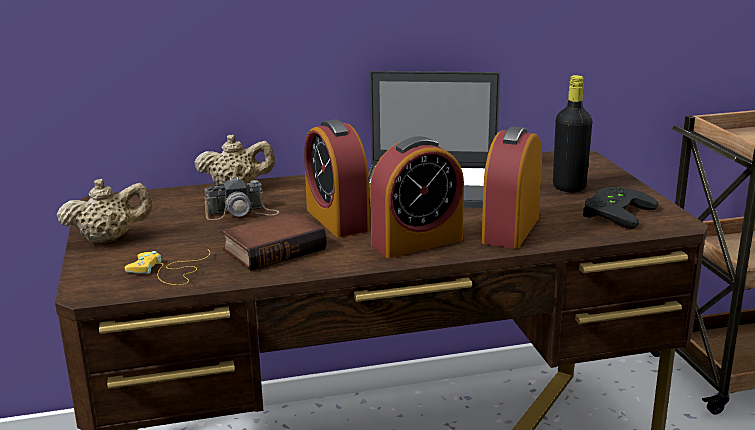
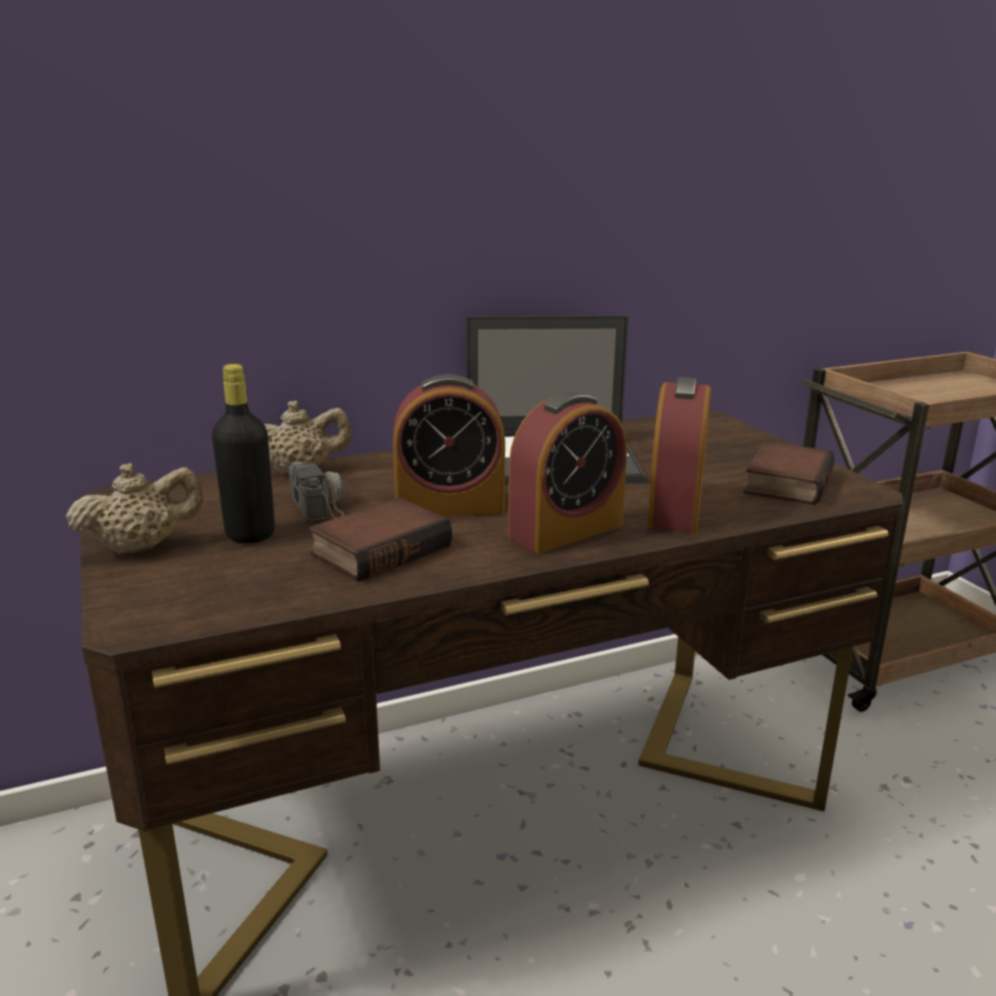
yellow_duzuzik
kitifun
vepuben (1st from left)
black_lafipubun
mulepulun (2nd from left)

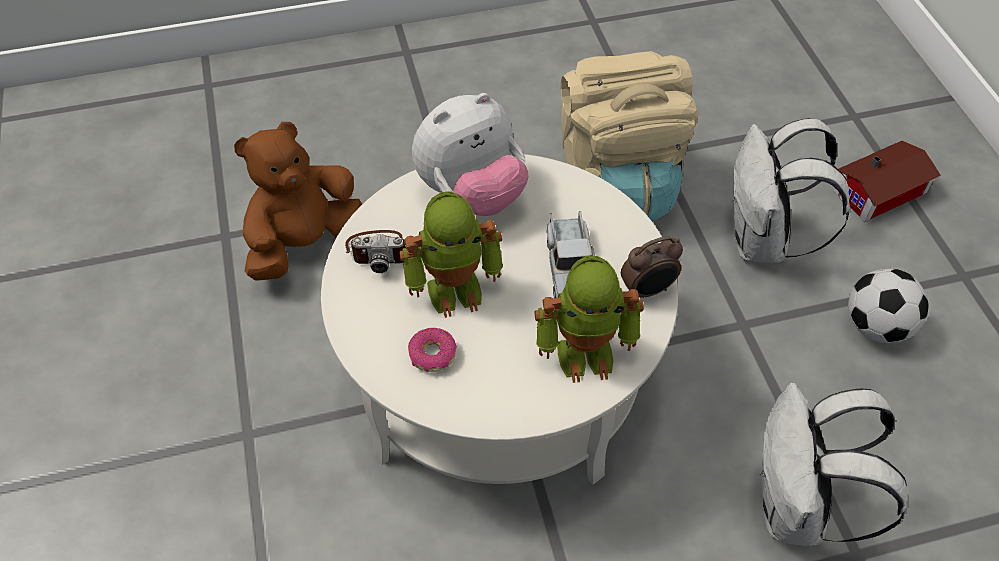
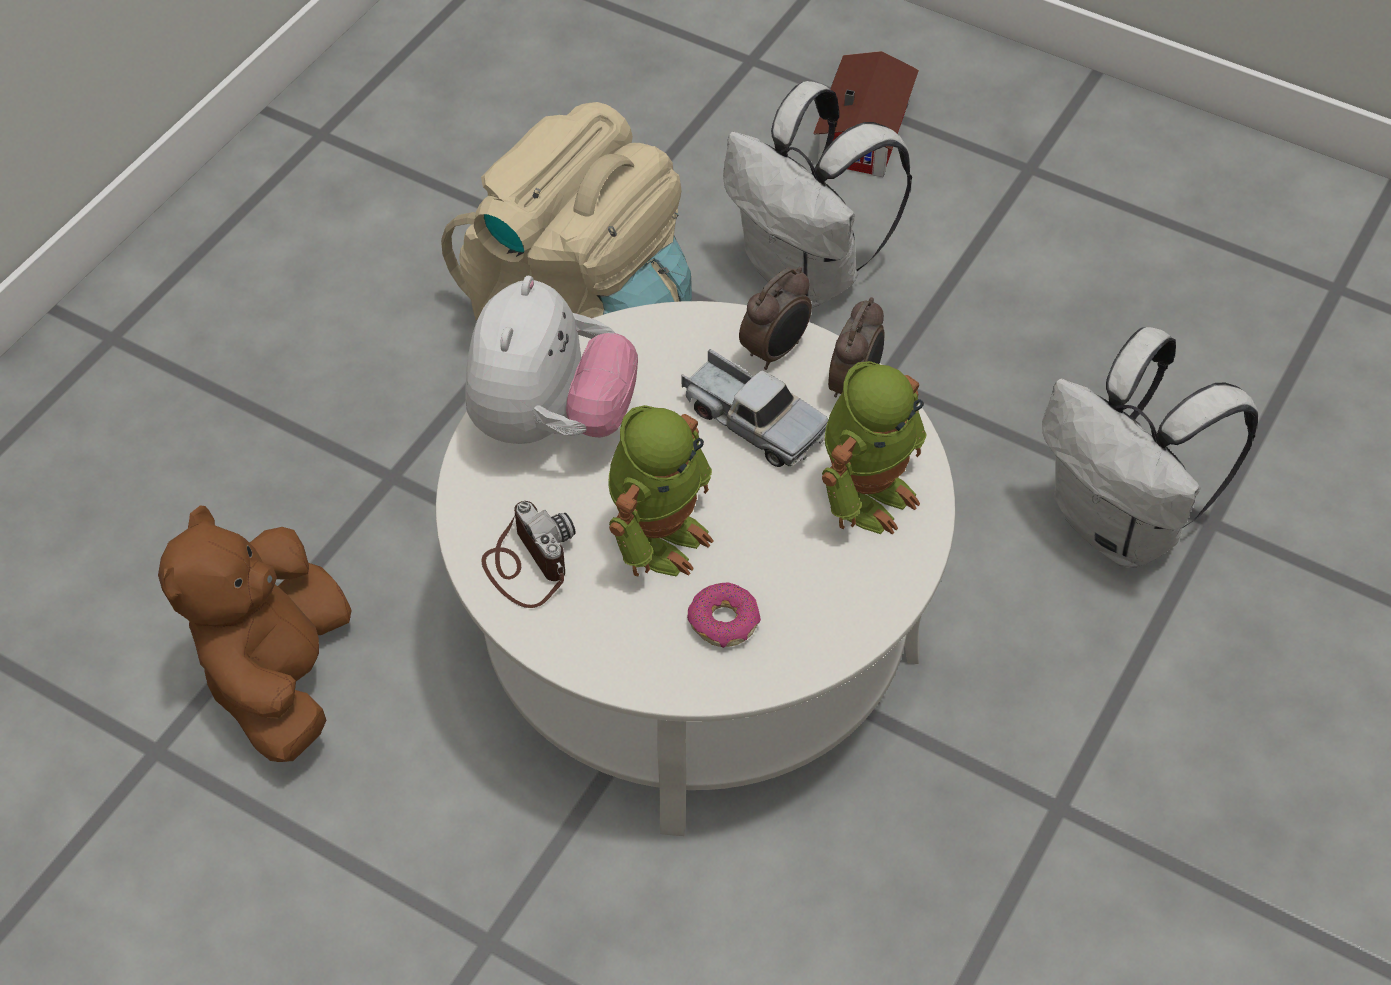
kitifun
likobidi
vepuben (1st from left)

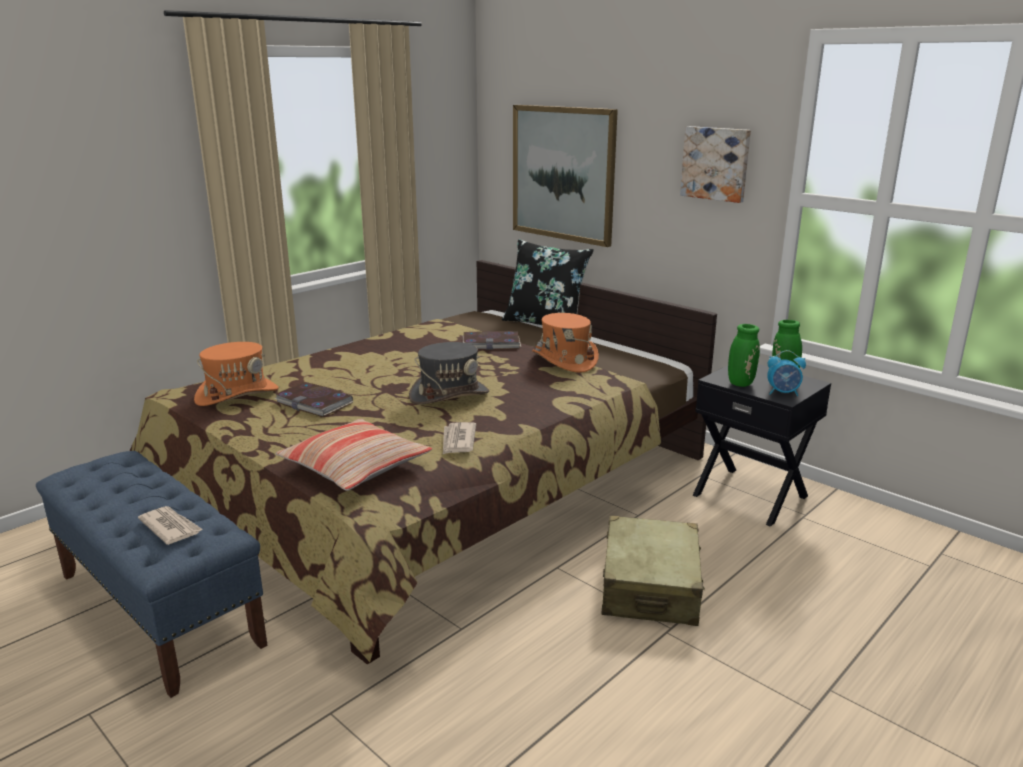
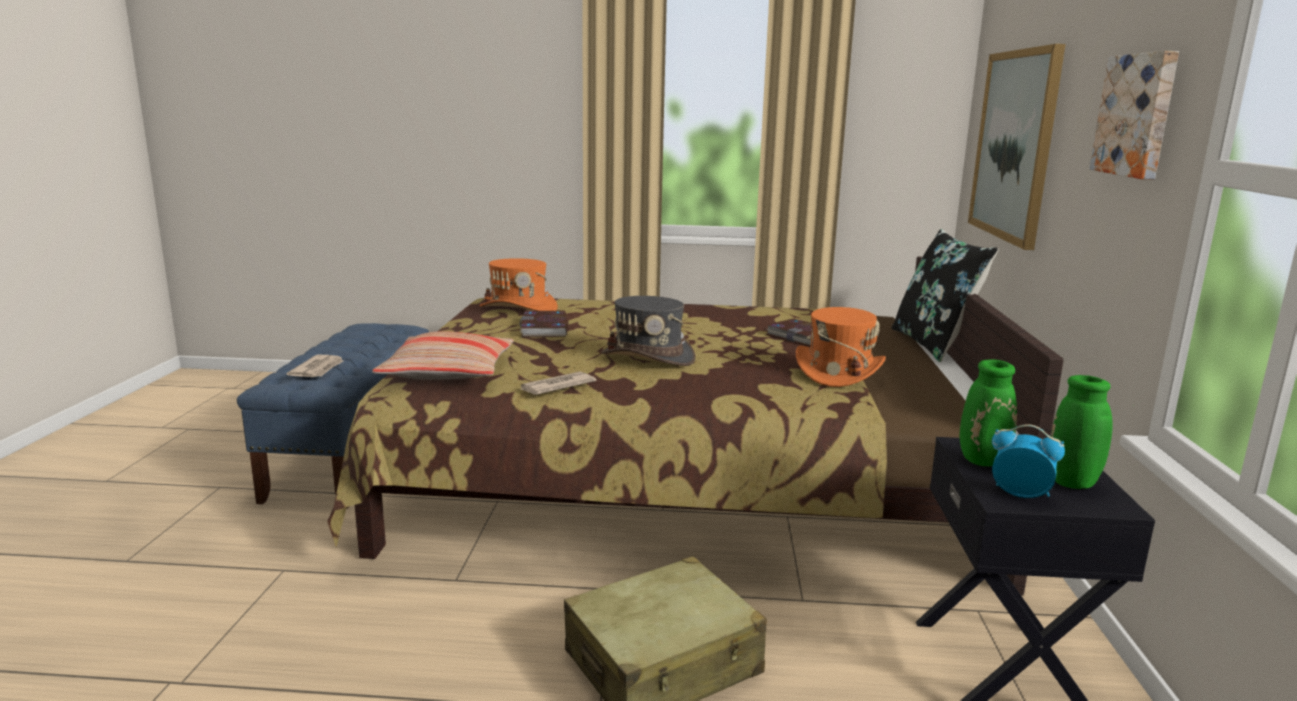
vepuben

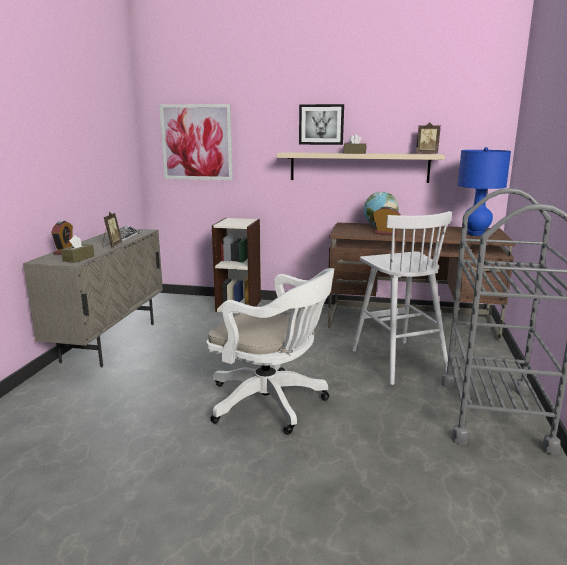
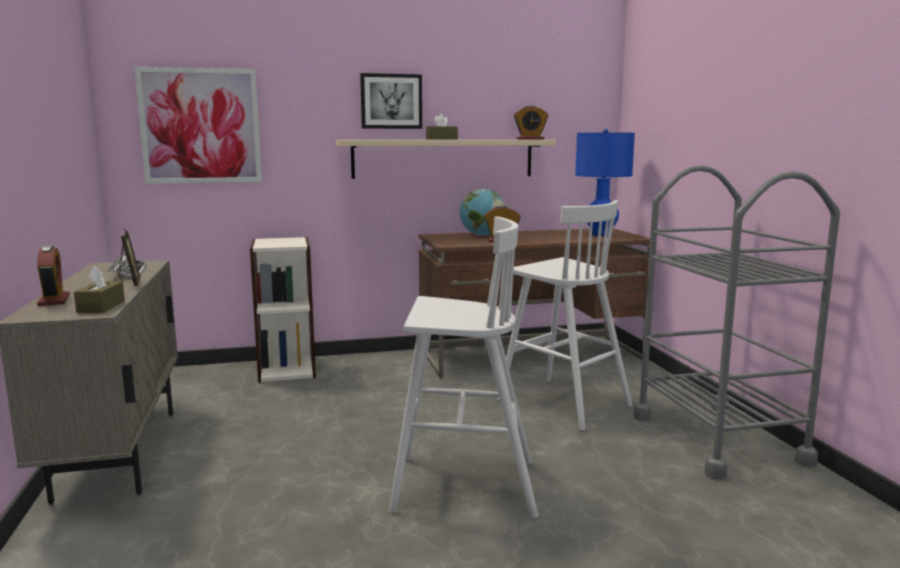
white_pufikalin (1st from left)
vepuben (3rd from left)

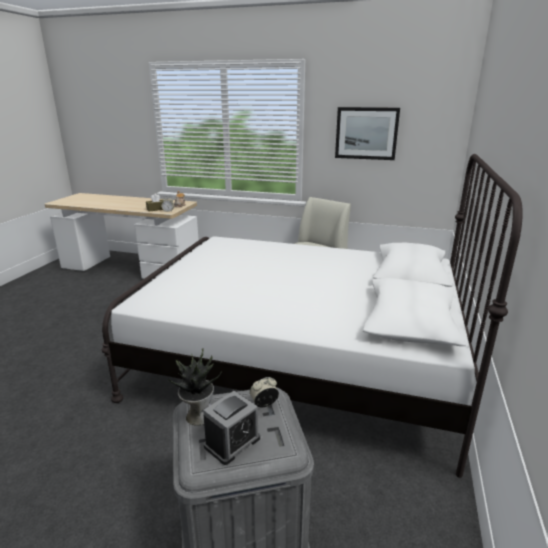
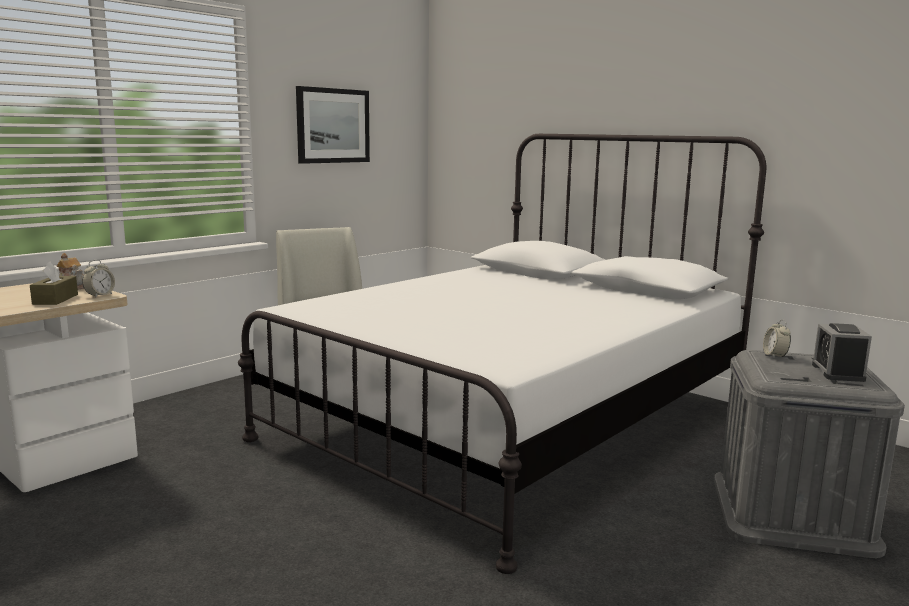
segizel
vepuben (3rd from left)

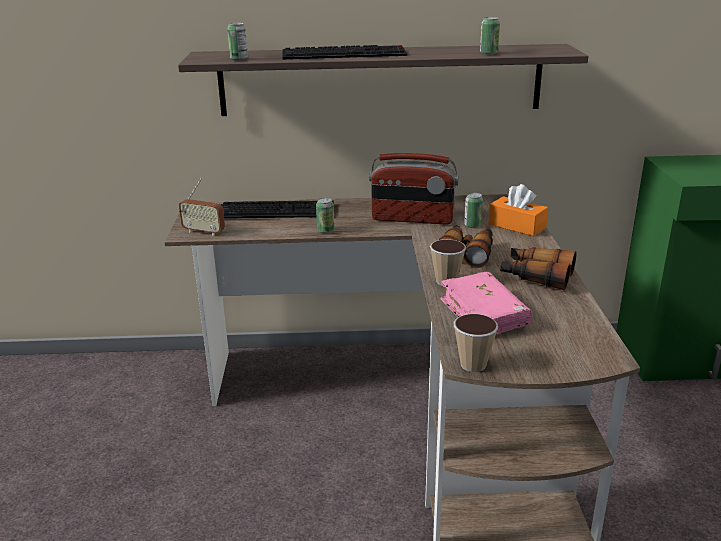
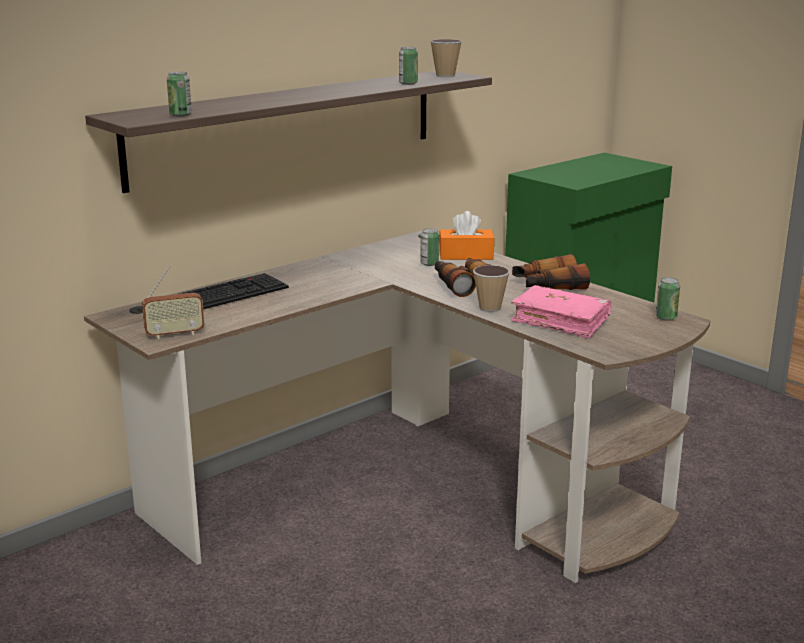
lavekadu (2nd from left in the first image)
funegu (4th from left)
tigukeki (2nd from left in the first image)
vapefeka (1st from left)

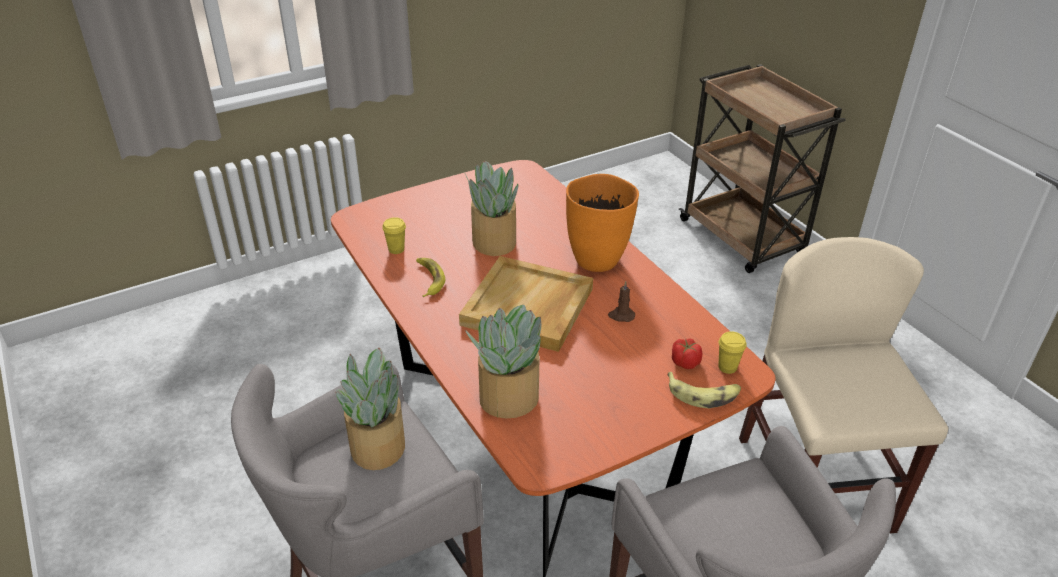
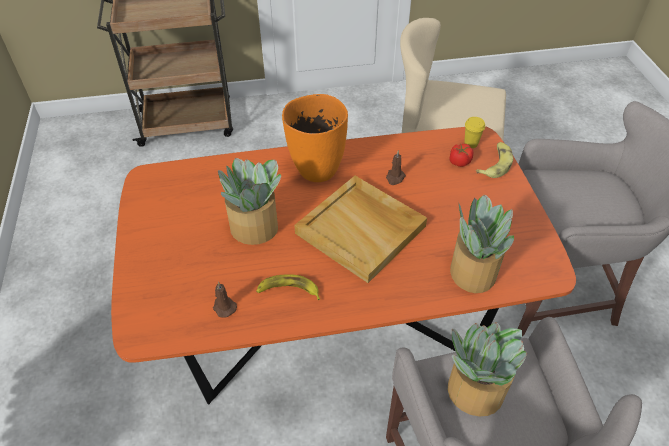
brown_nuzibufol (1st from left)

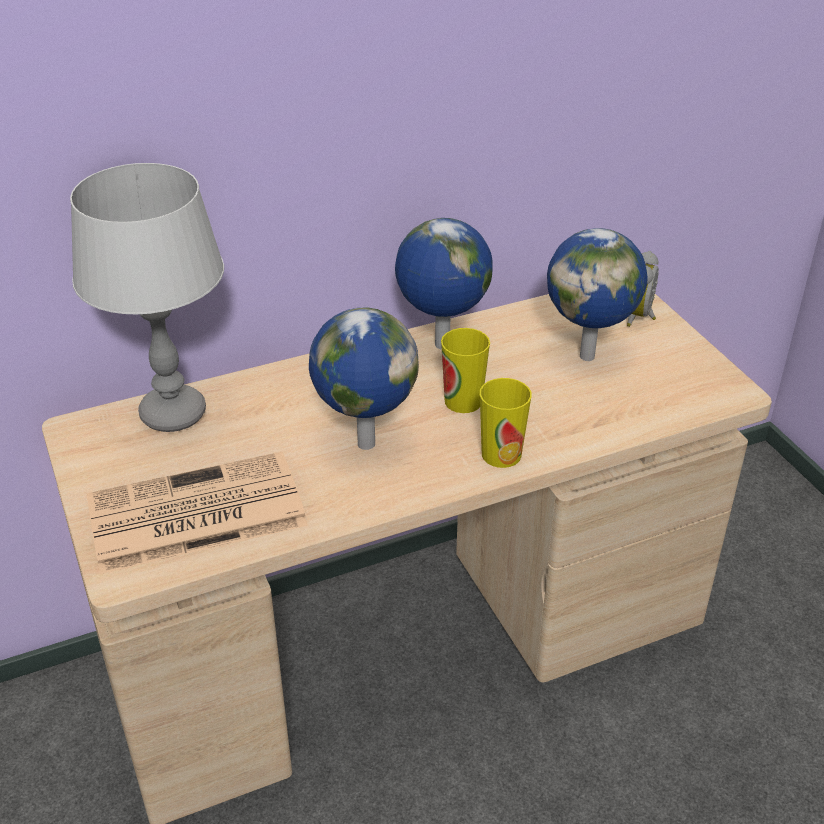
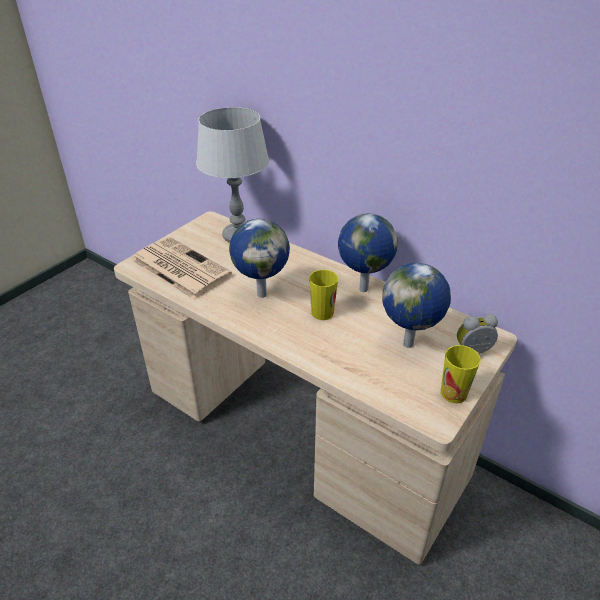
vapefeka (2nd from left)

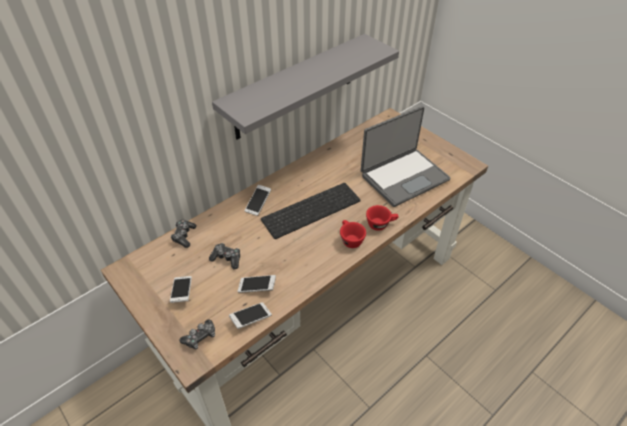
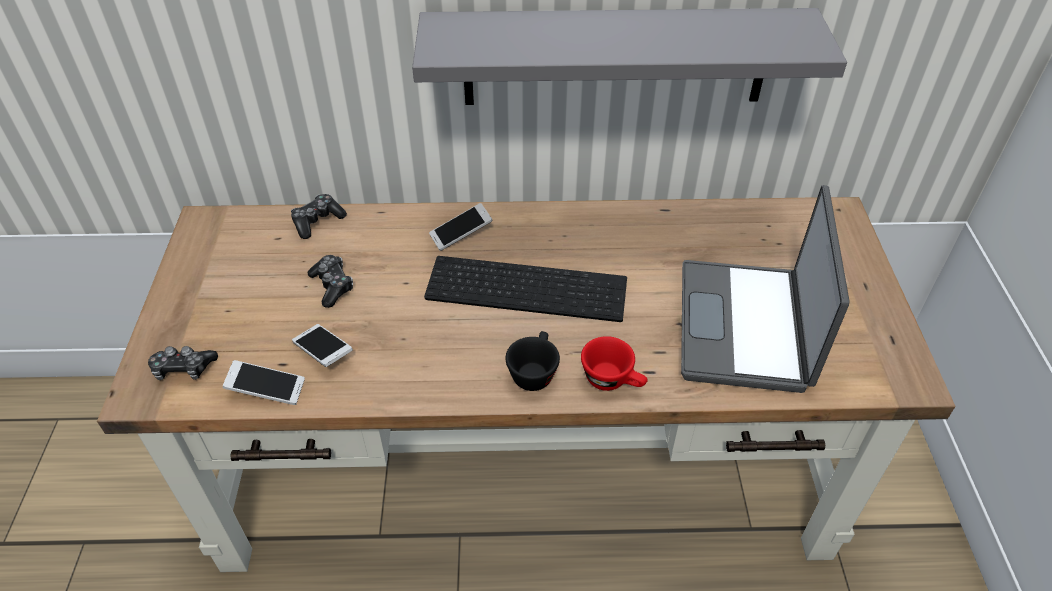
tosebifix (1st from left in the first image)
black_vapefeka
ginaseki

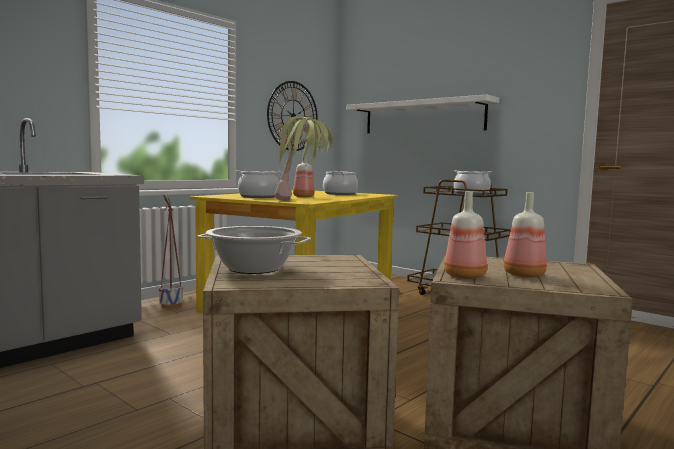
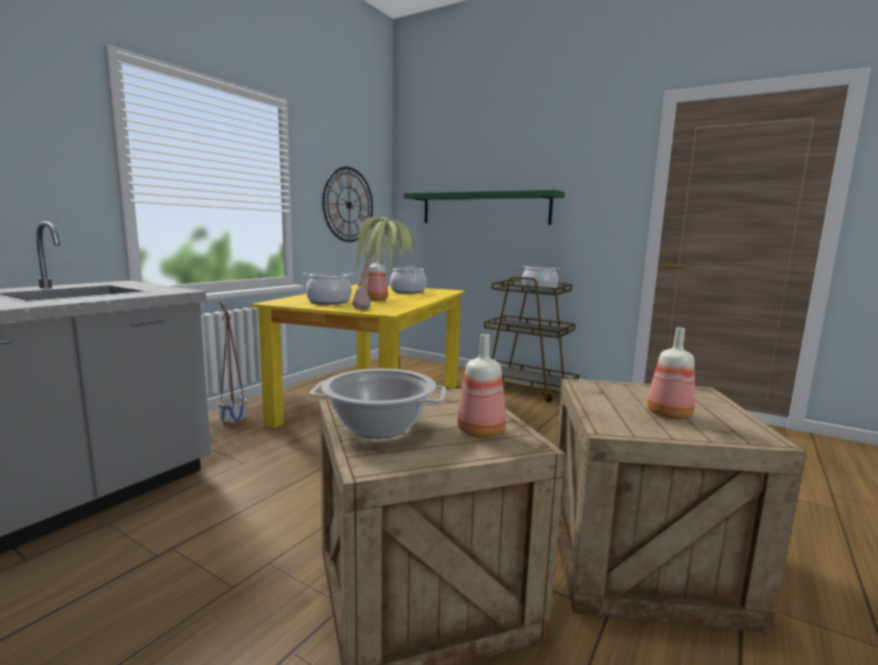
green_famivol
lafipubun (2nd from left)

